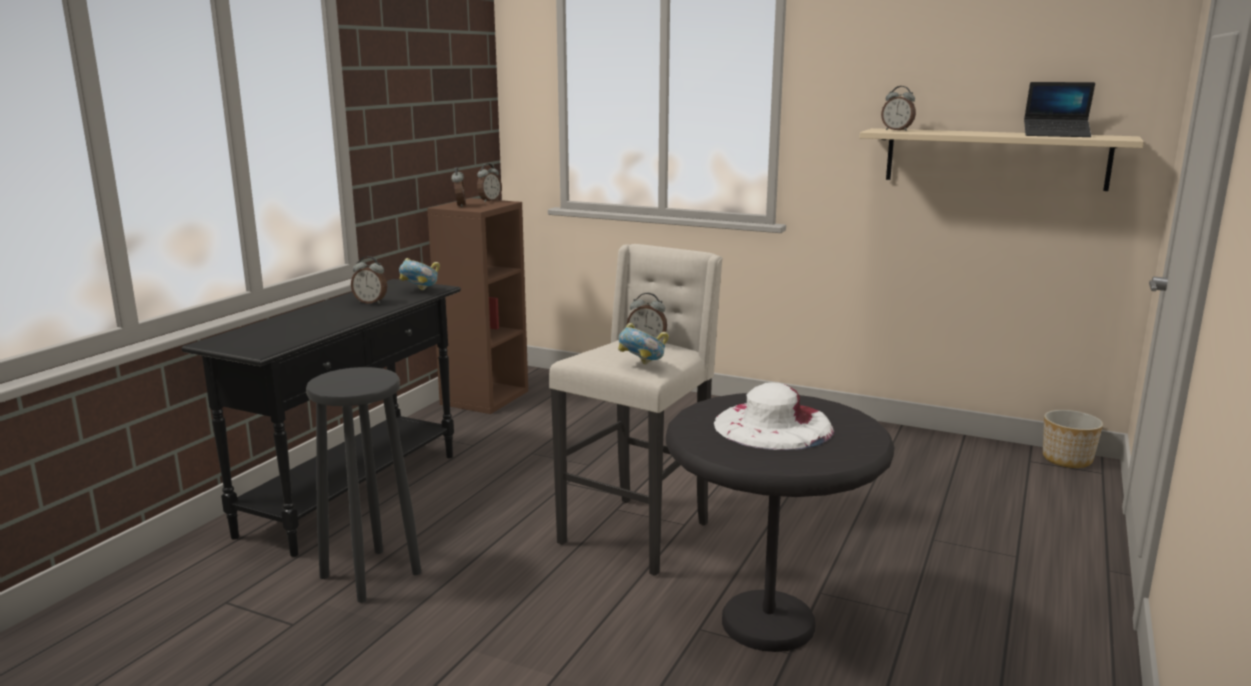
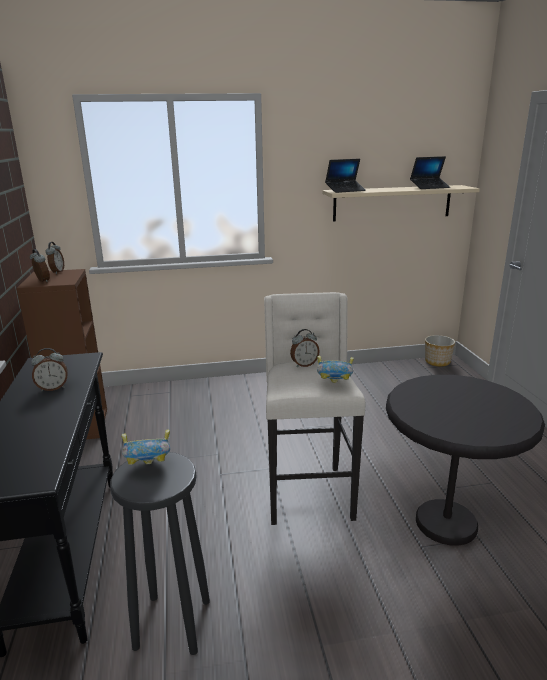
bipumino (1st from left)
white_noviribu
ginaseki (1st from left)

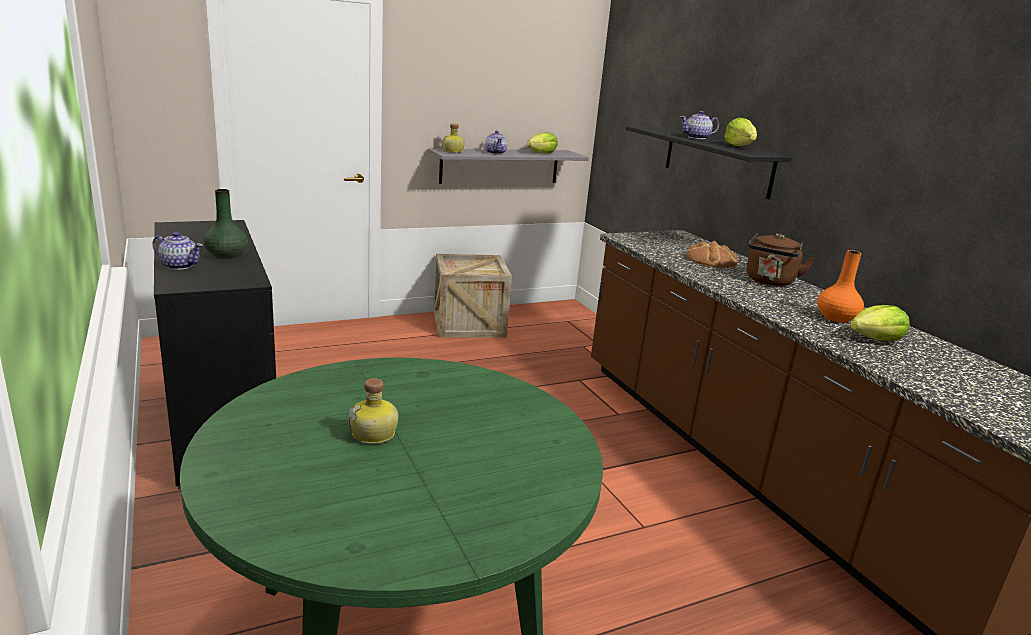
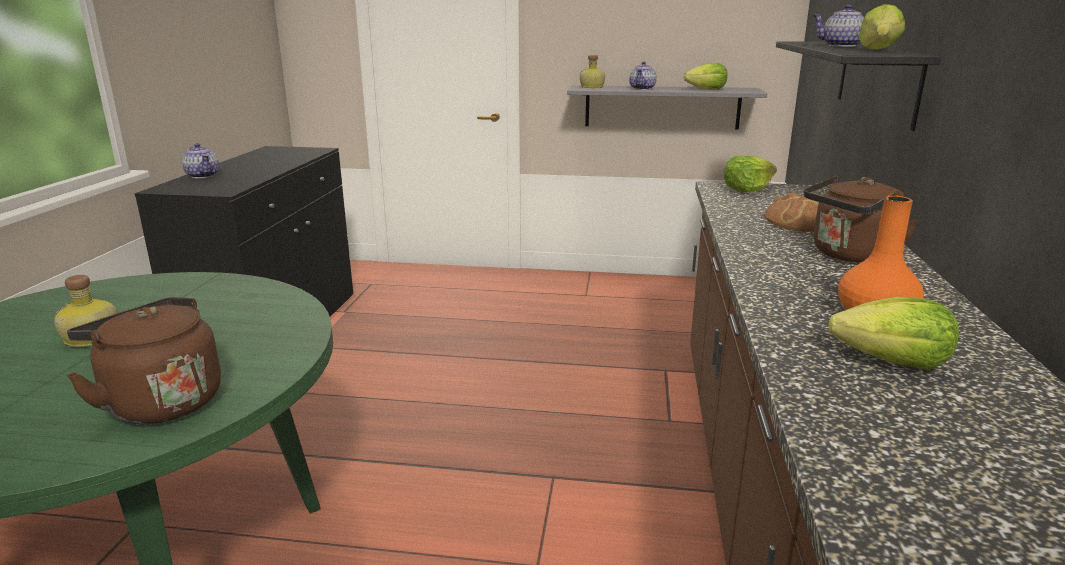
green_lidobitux
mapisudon
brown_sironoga (1st from left)
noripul (2nd from left)

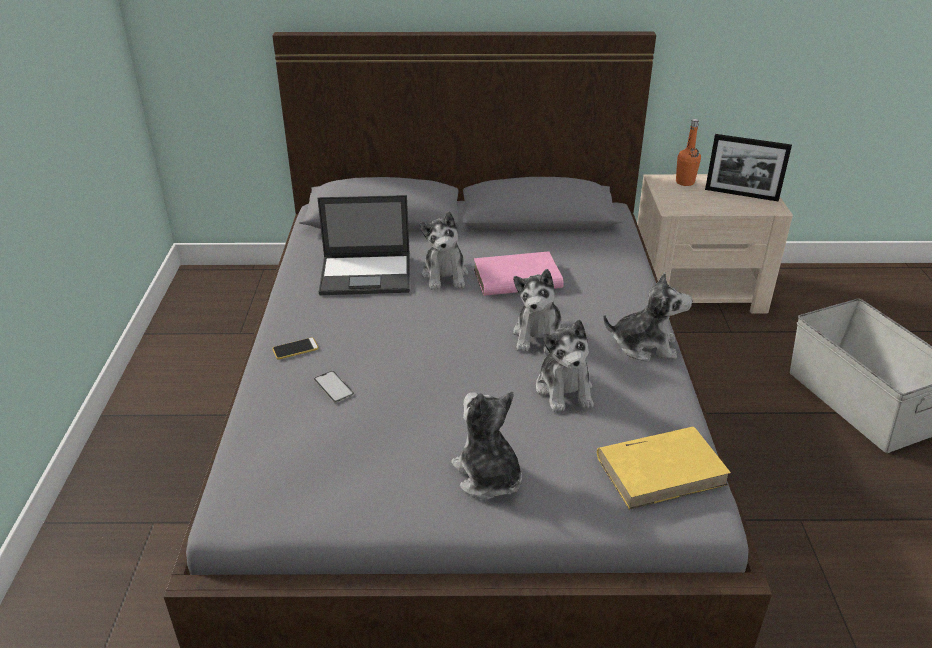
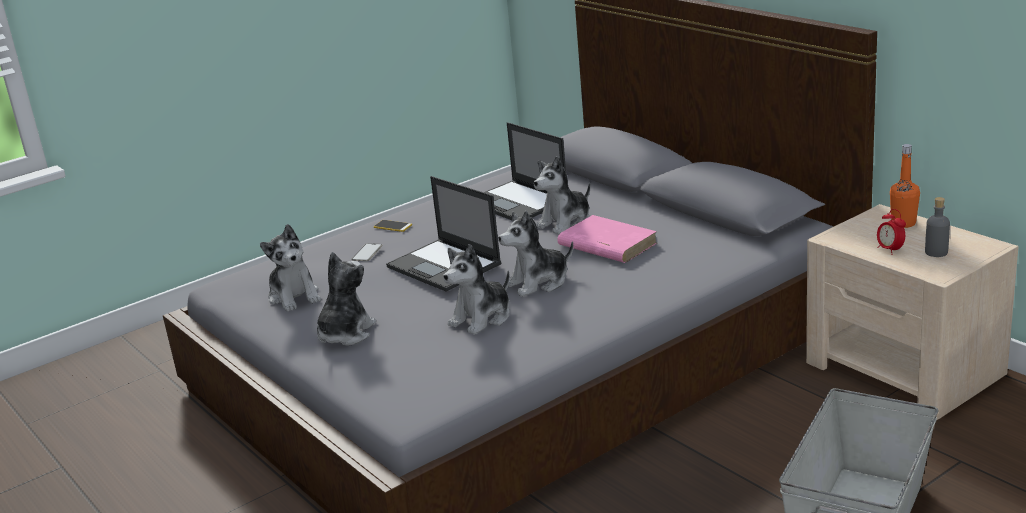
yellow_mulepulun
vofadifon (1st from left)
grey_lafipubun
ginaseki (1st from left)
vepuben

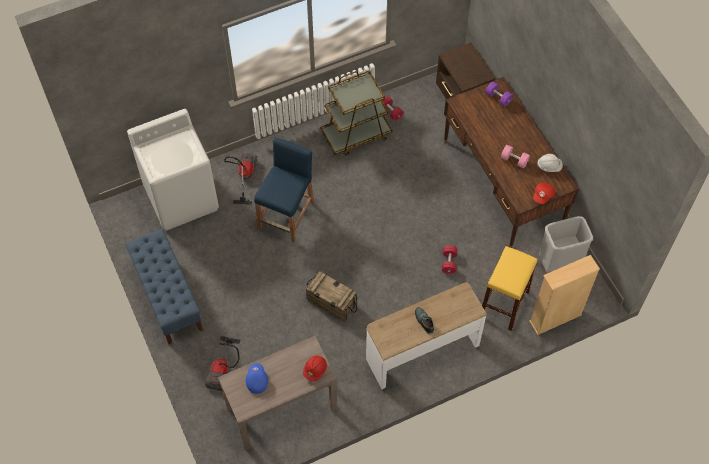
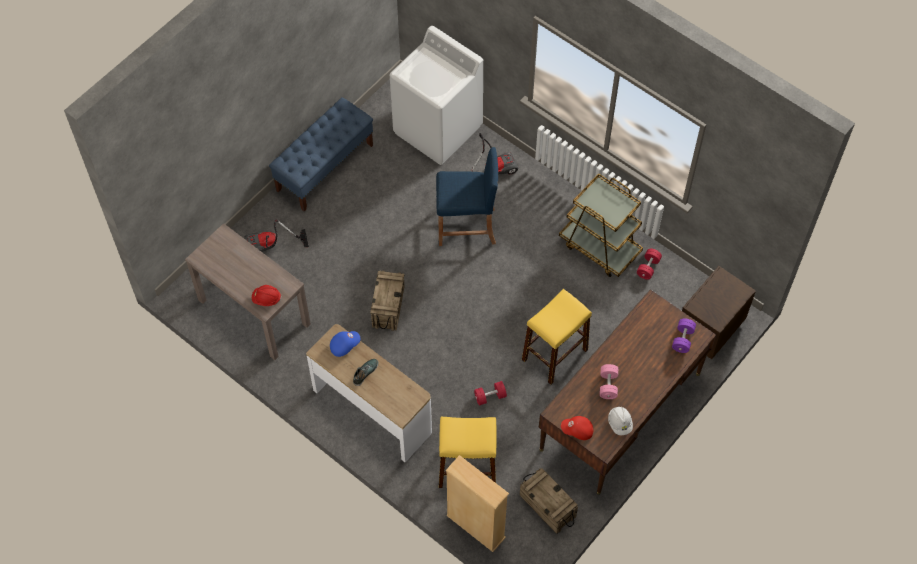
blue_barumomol
mapisudon (2nd from left)
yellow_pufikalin (2nd from left)

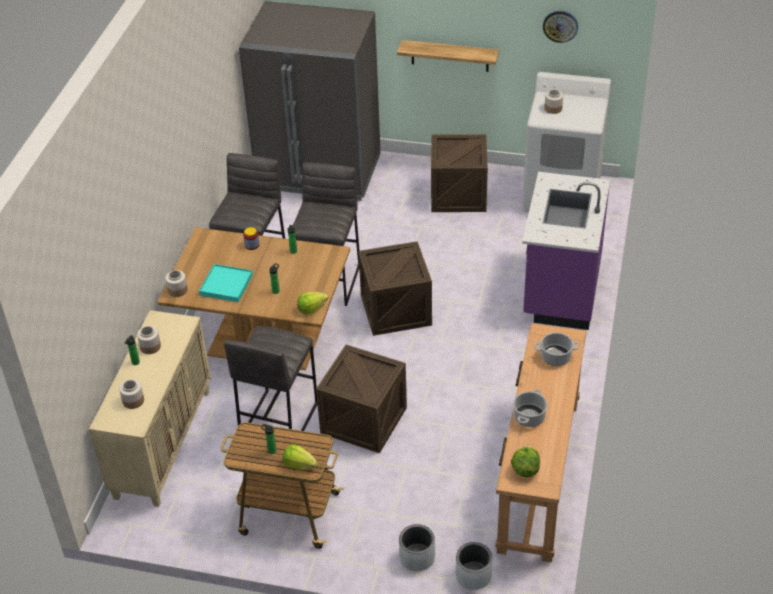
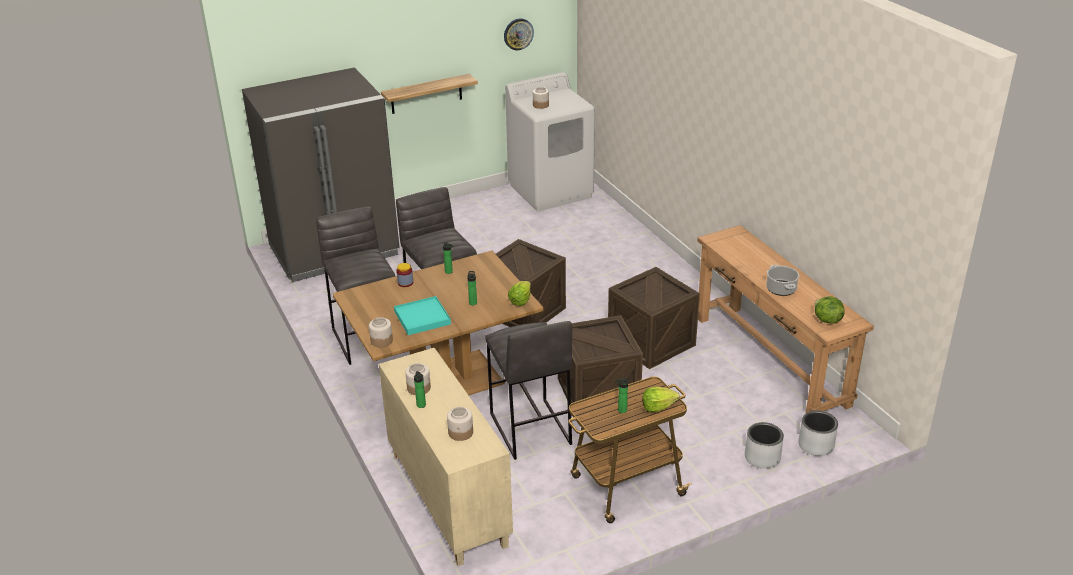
mapisudon (3rd from left)
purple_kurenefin
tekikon (2nd from left in the first image)

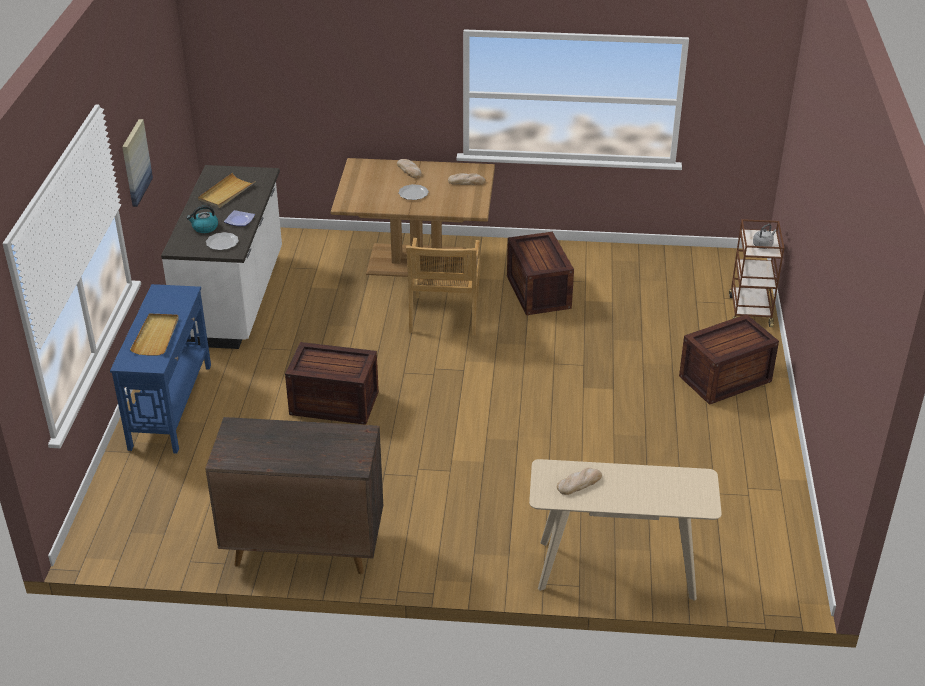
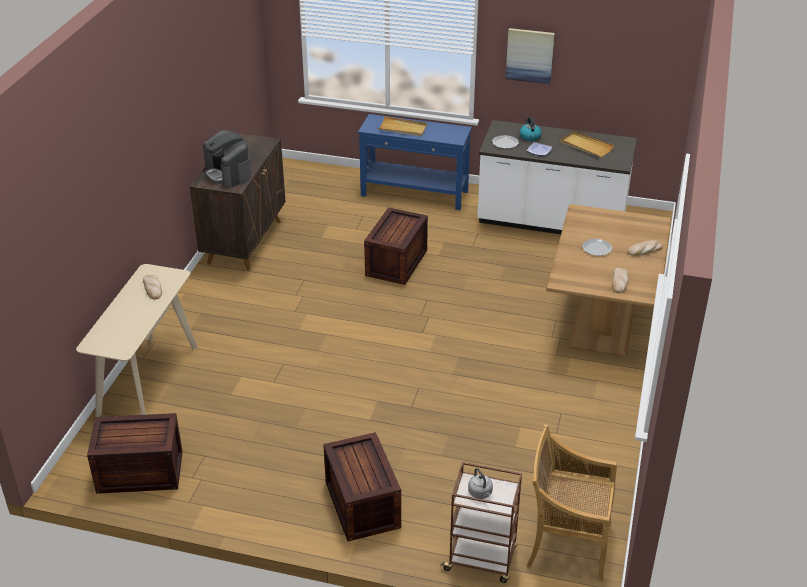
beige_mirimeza
mapisudon (1st from left)
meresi

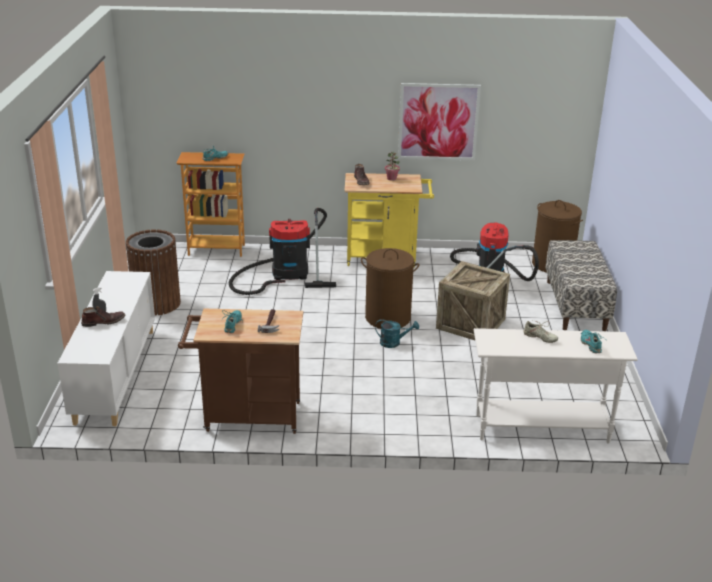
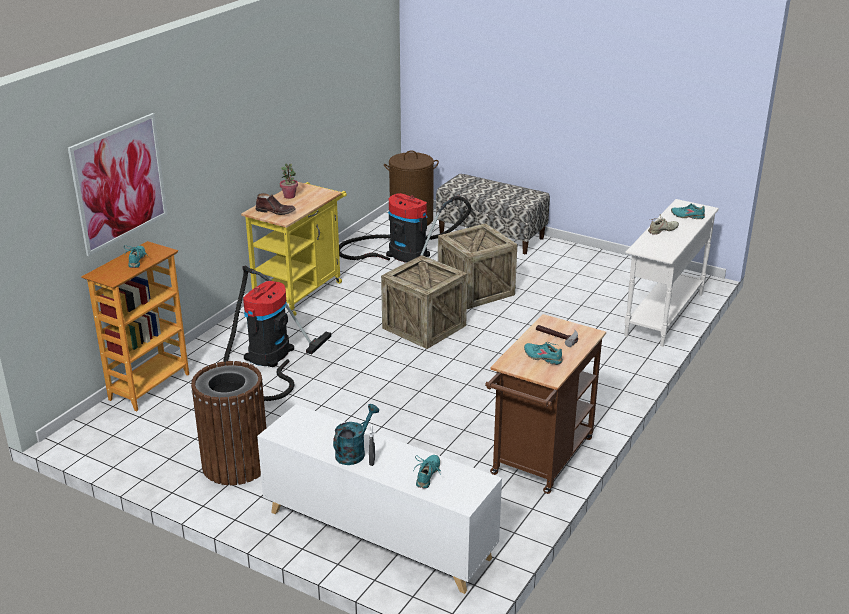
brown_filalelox (1st from left in the first image)
mapisudon (1st from left)
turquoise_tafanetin
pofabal
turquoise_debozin (2nd from left)

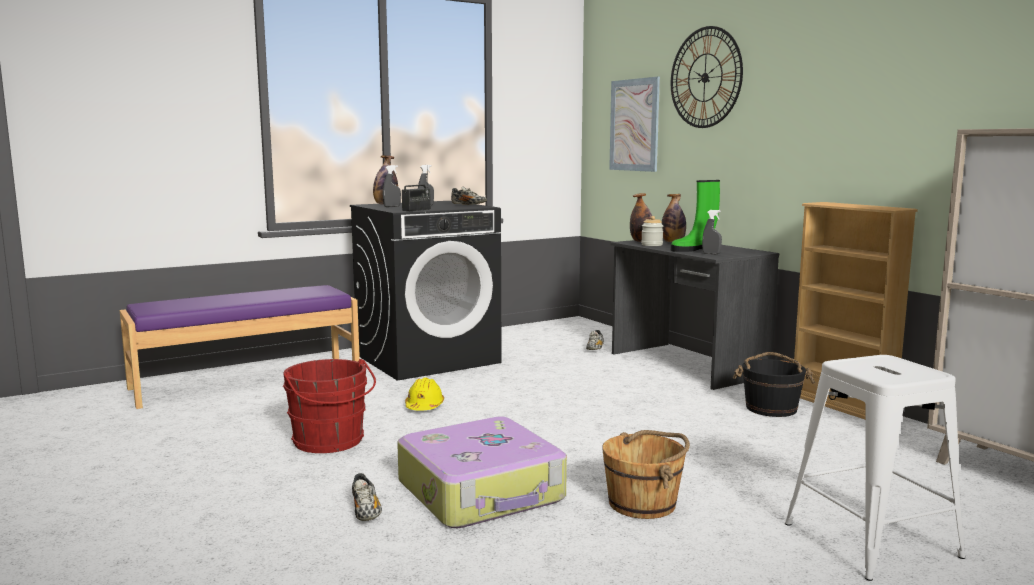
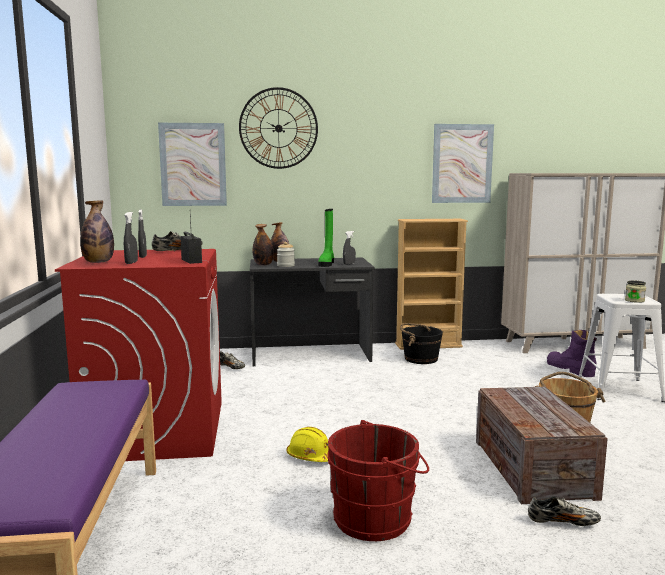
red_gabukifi
mapisudon
pofabal (2nd from left)
purple_filalelox
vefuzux (2nd from left)

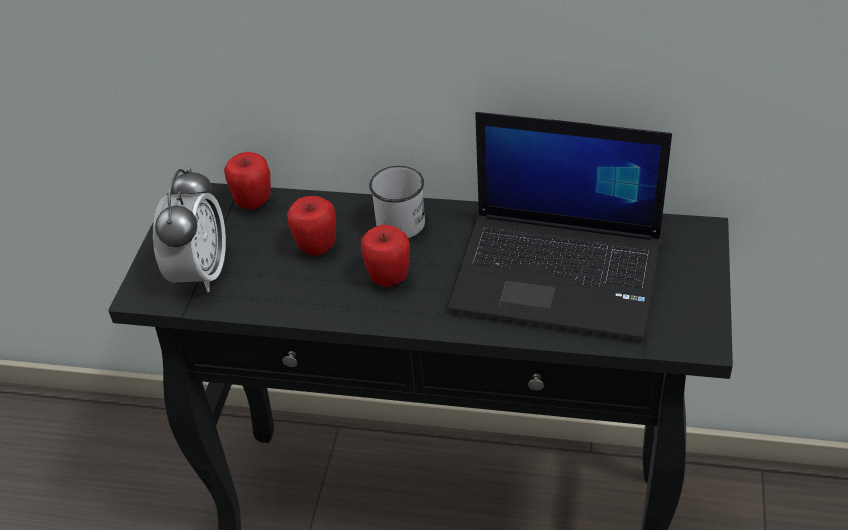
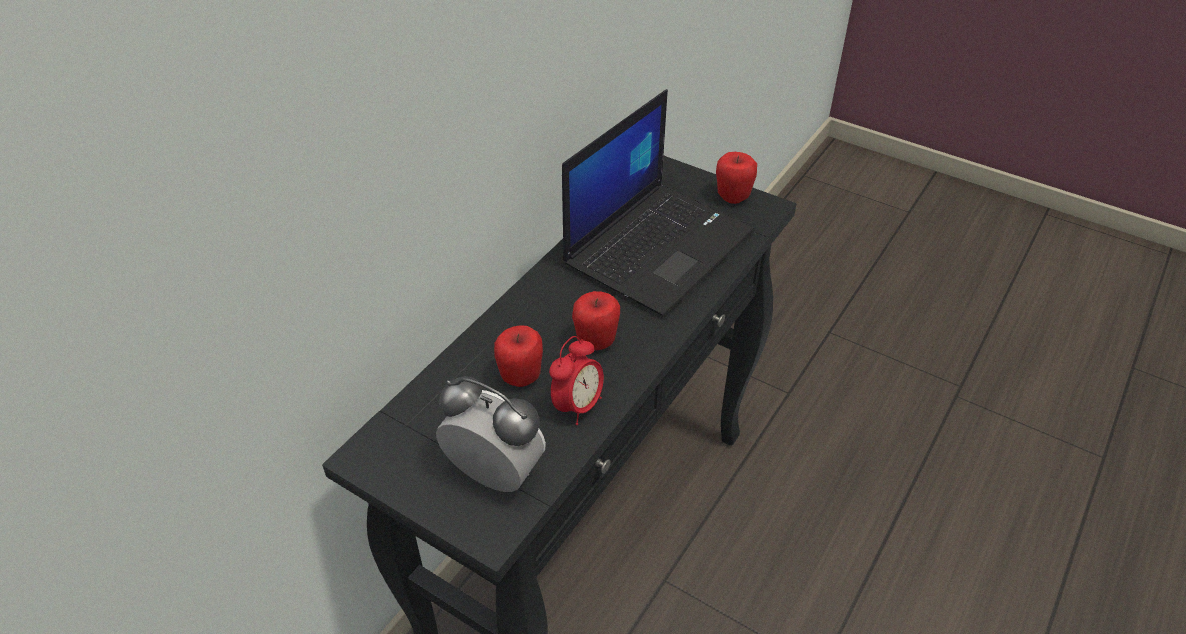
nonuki (3rd from left)
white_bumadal
vepuben (2nd from left)

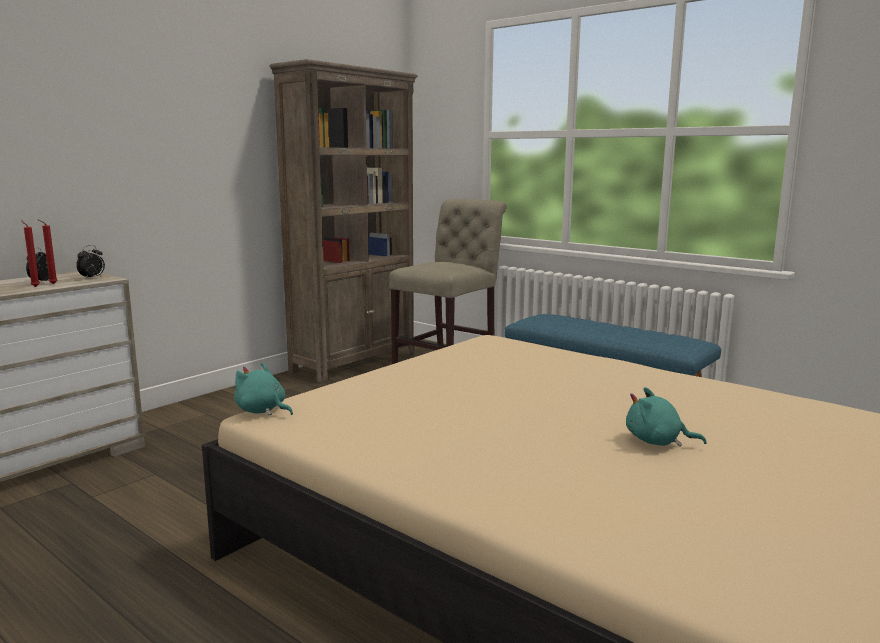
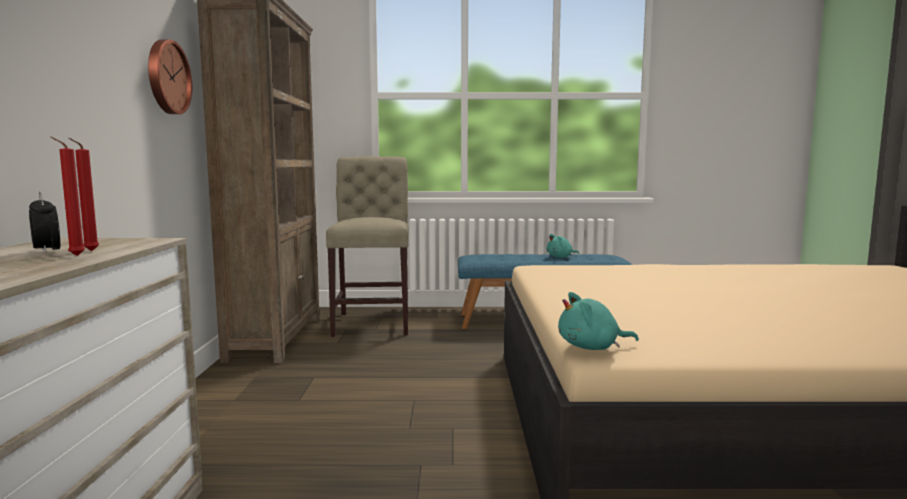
vepuben (2nd from left in the first image)
turquoise_vofadifon (1st from left)
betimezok

